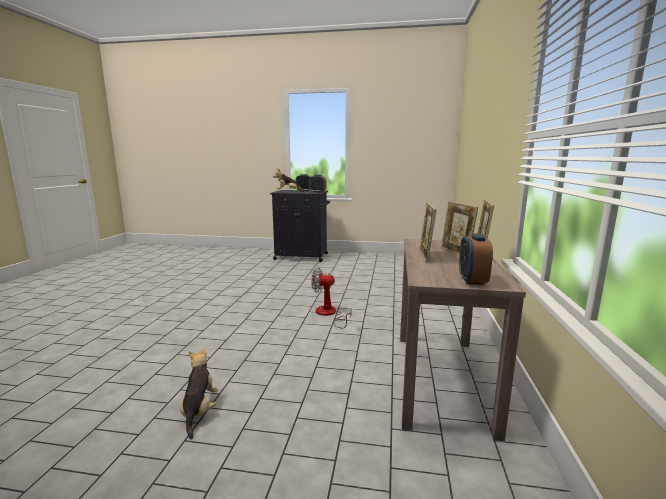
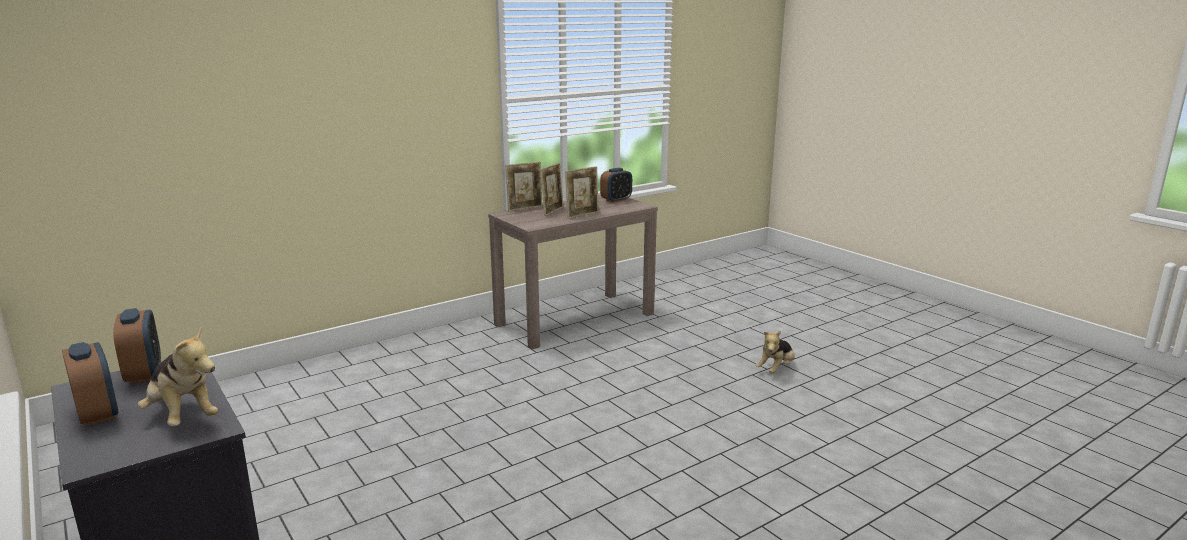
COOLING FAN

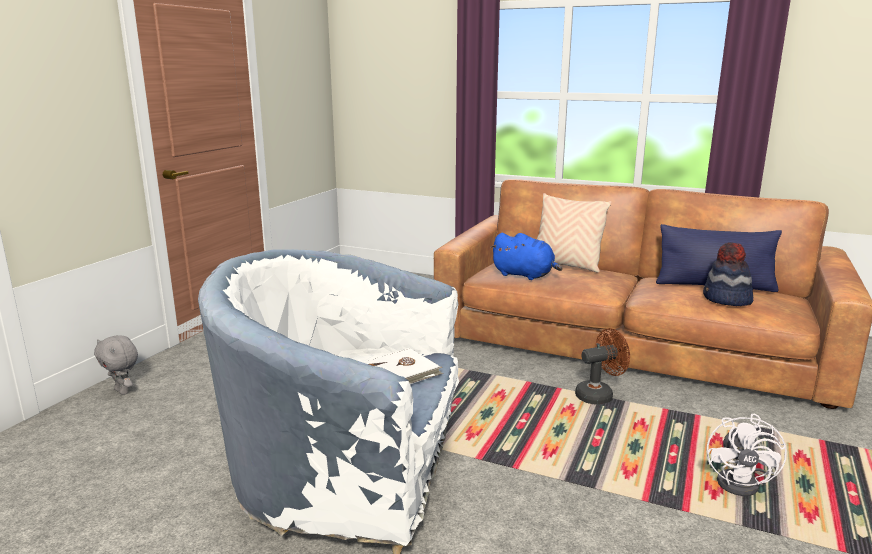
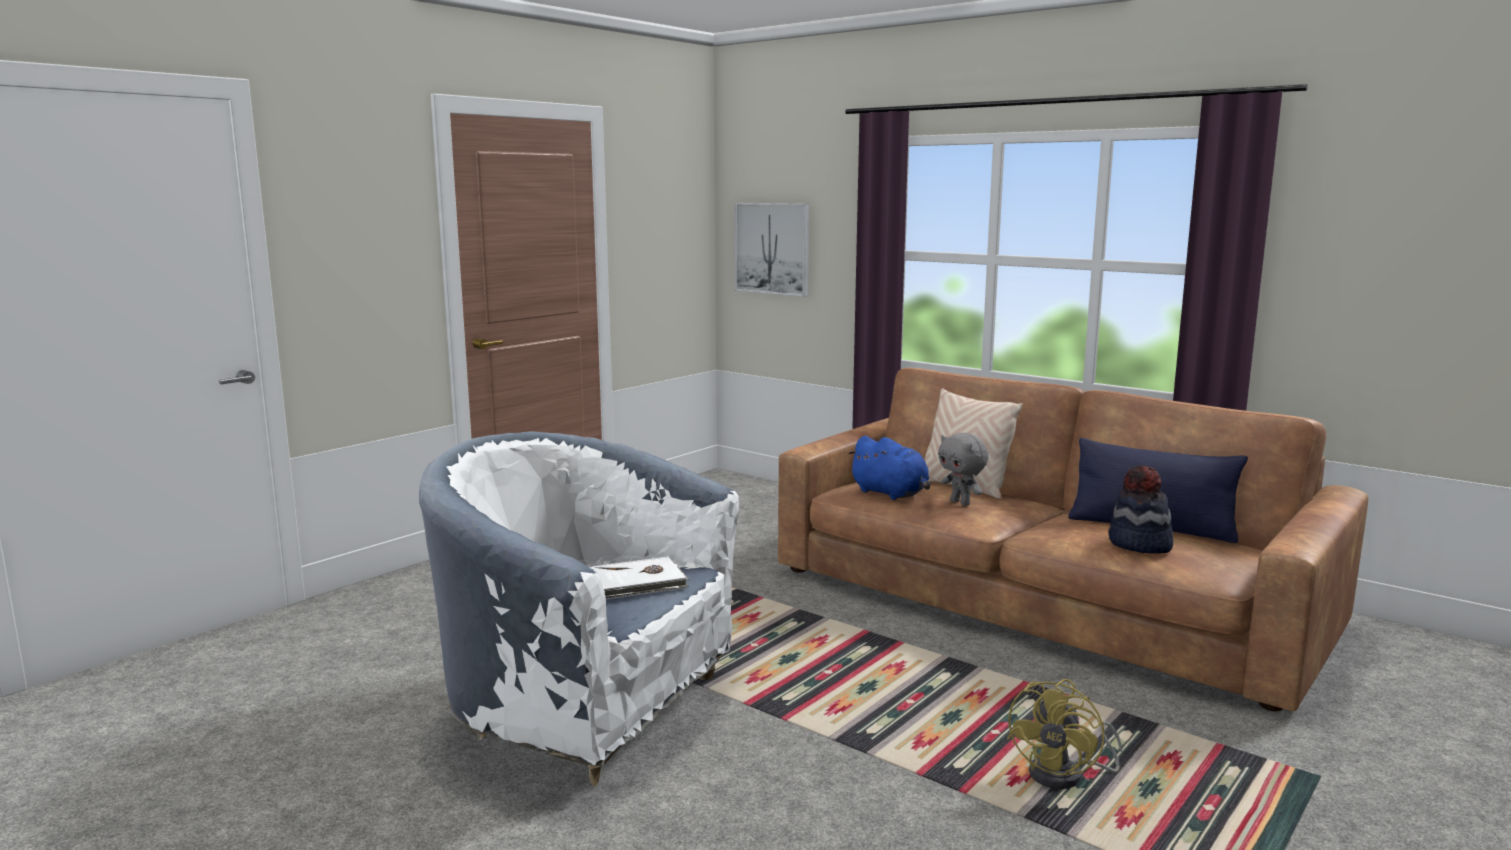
PICTURE
GREY PLUSH TOY
YELLOW COOLING FAN
BROWN COOLING FAN

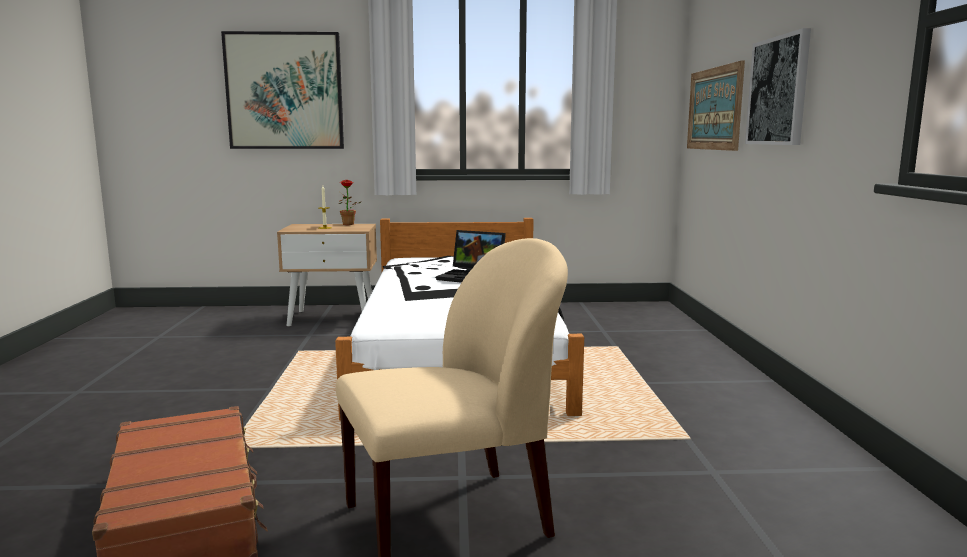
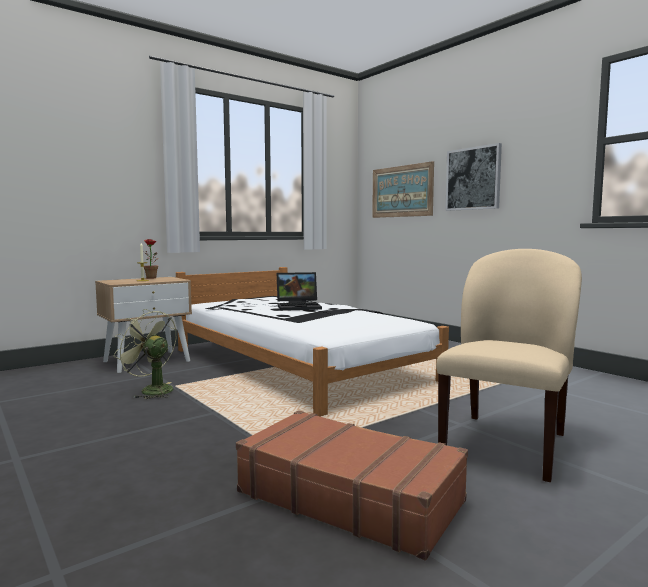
GREEN-COLOURED COOLING FAN
PICTURE (no. 1 from left in the first image)

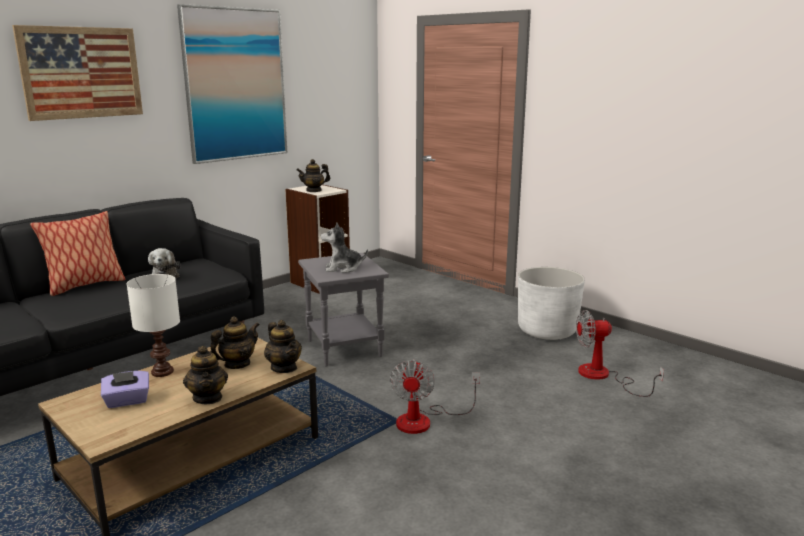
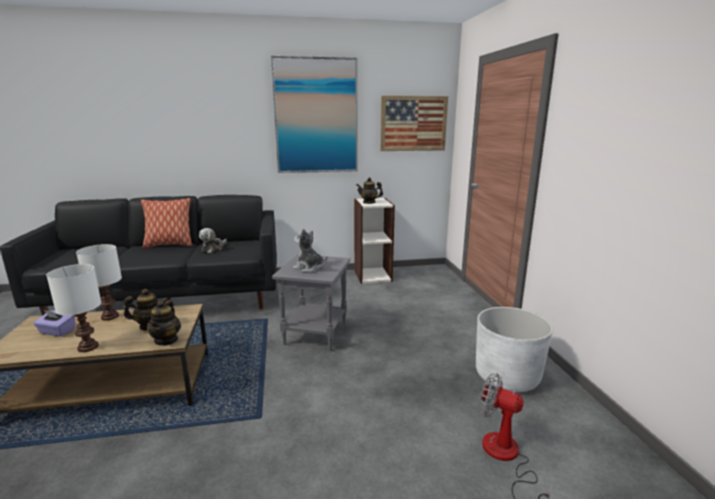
WHITE-COLOURED LAMP FOR A TABLE (no. 1 from left)
PICTURE (no. 2 from left)
COOLING FAN (no. 1 from left in the first image)

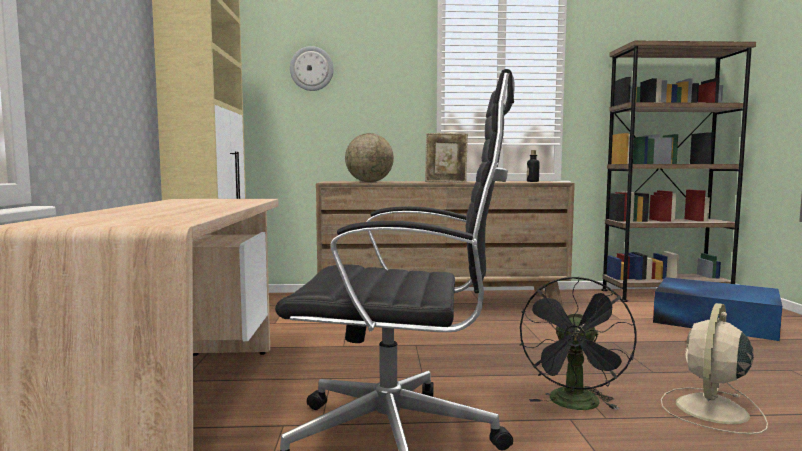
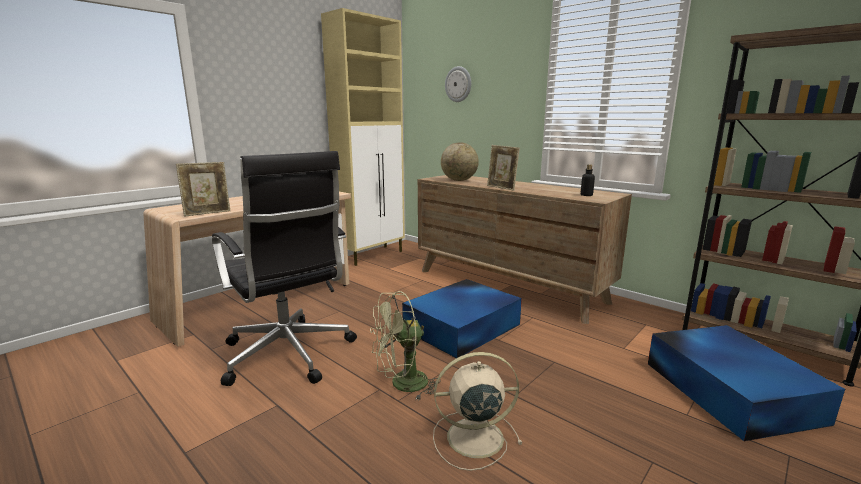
PHOTO FRAME (no. 1 from left)
GREEN-COLOURED COOLING FAN
BLUE-COLOURED STORAGE CONTAINER (no. 1 from left)

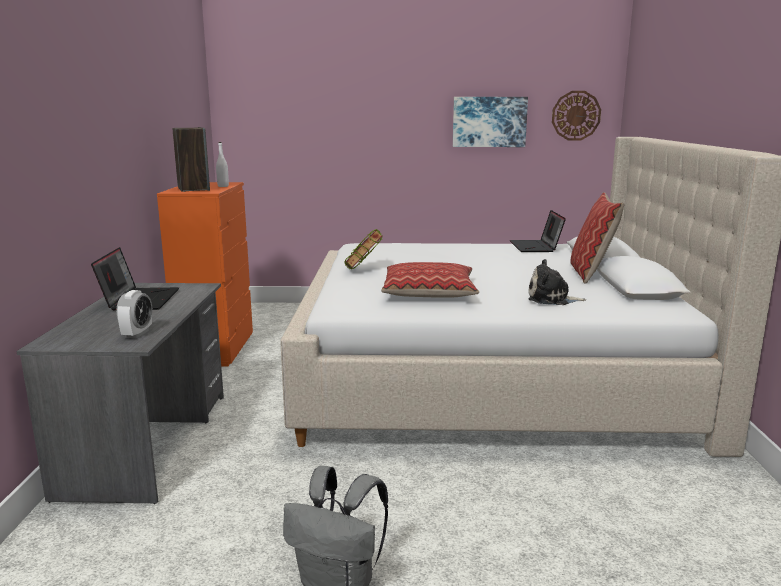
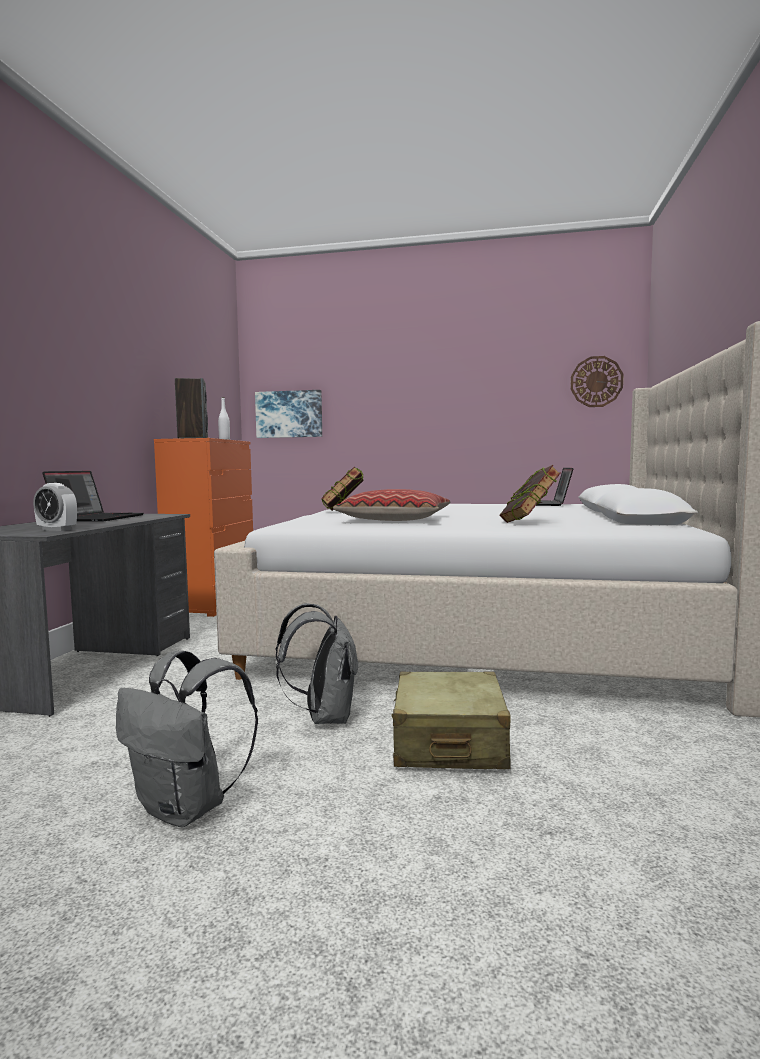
TABLE CLOCK
PICTURE
GREY RUCKSACK (no. 2 from left)
SAND-COLOURED SUITCASE
BOUND BOOK (no. 2 from left)
CUSHION (no. 2 from left in the first image)

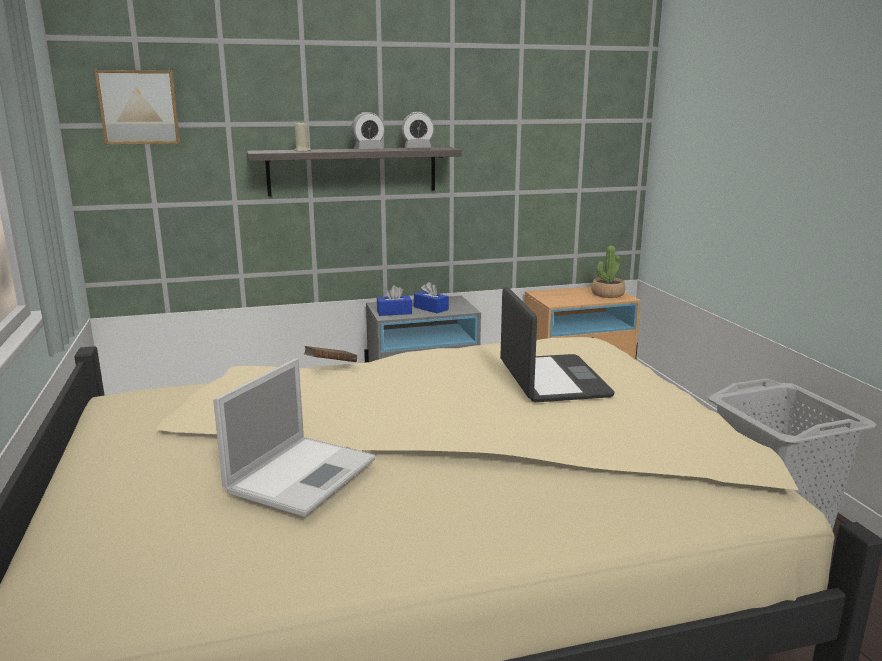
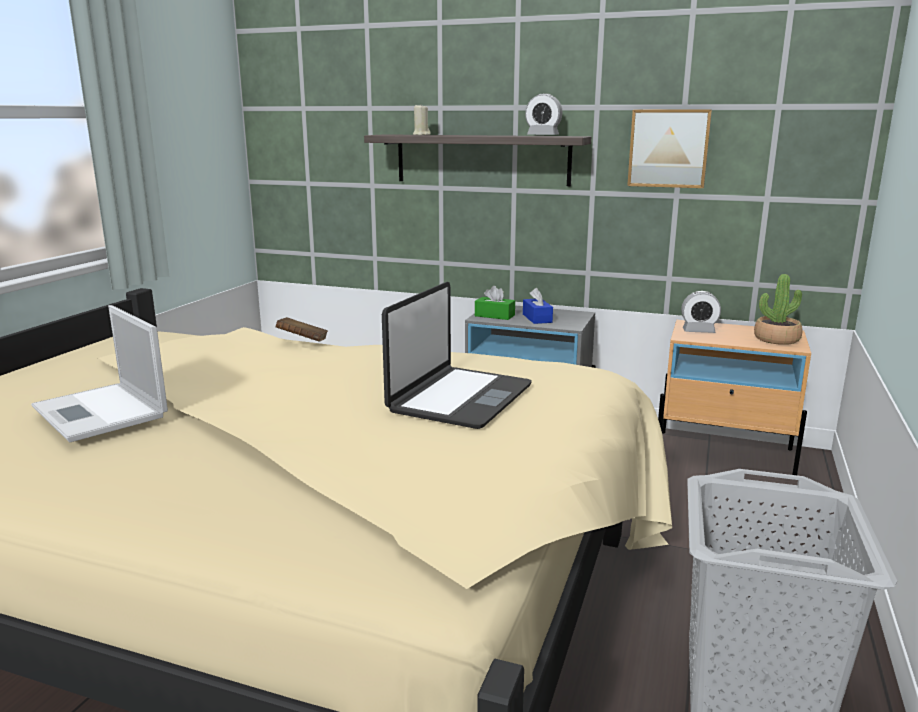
NOTEBOOK COMPUTER (no. 1 from left)
GREEN-COLOURED TISSUE BOX
PICTURE
TABLE CLOCK (no. 2 from left)

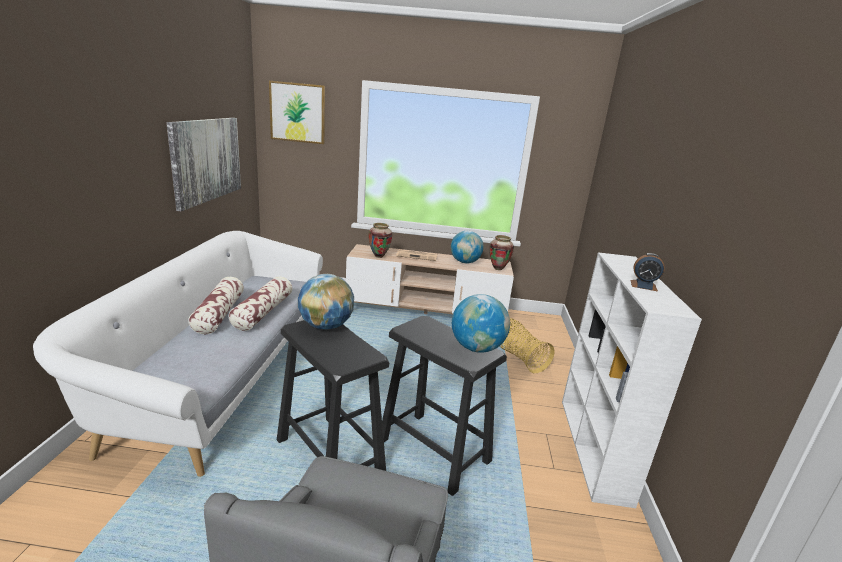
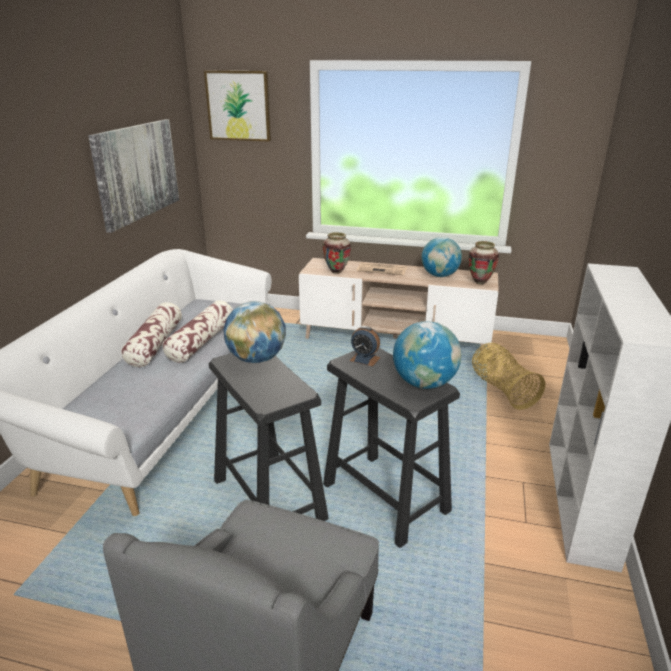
TABLE CLOCK

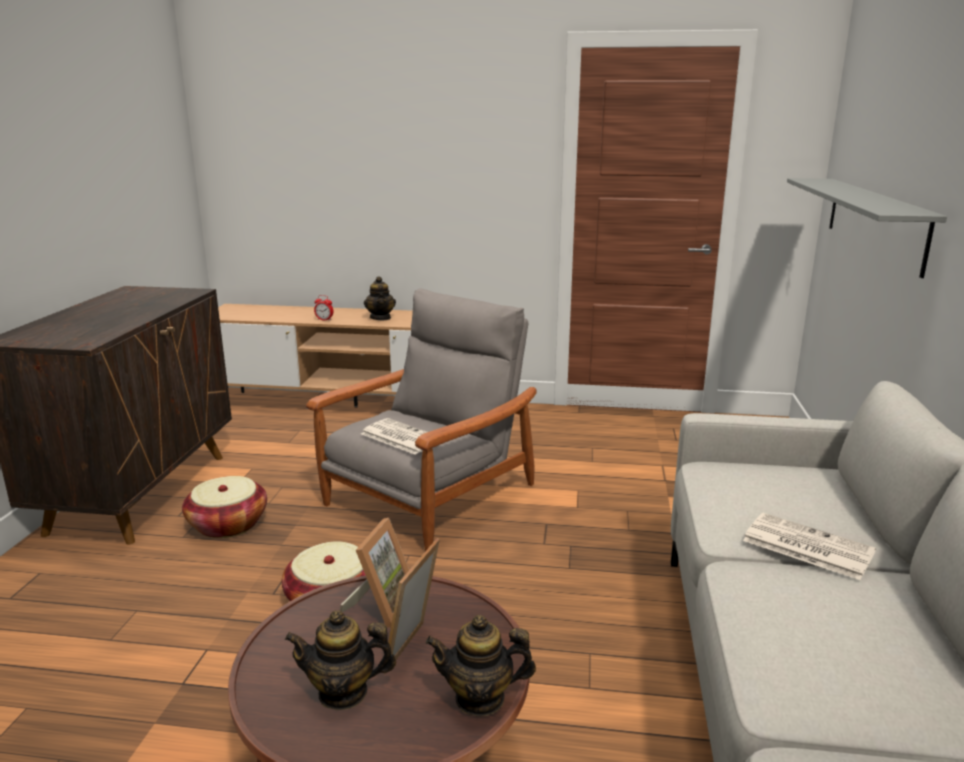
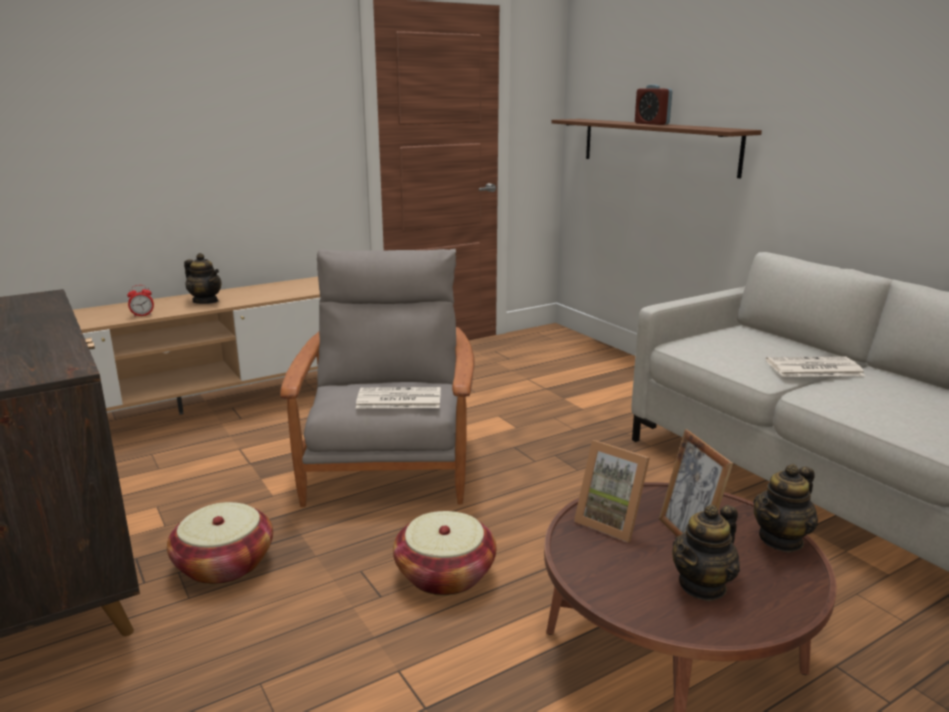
BROWN WALL SHELF
PHOTO FRAME (no. 1 from left)
TABLE CLOCK (no. 2 from left)

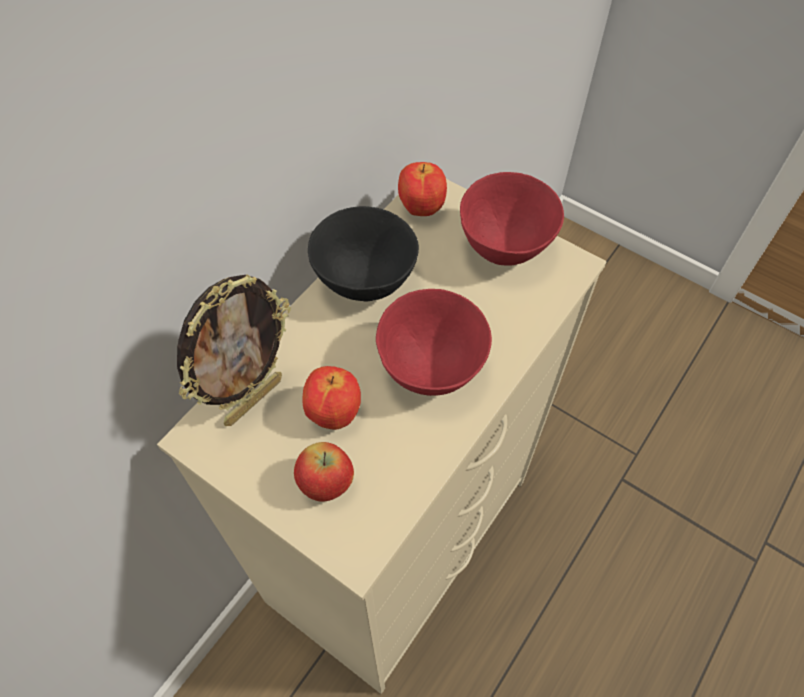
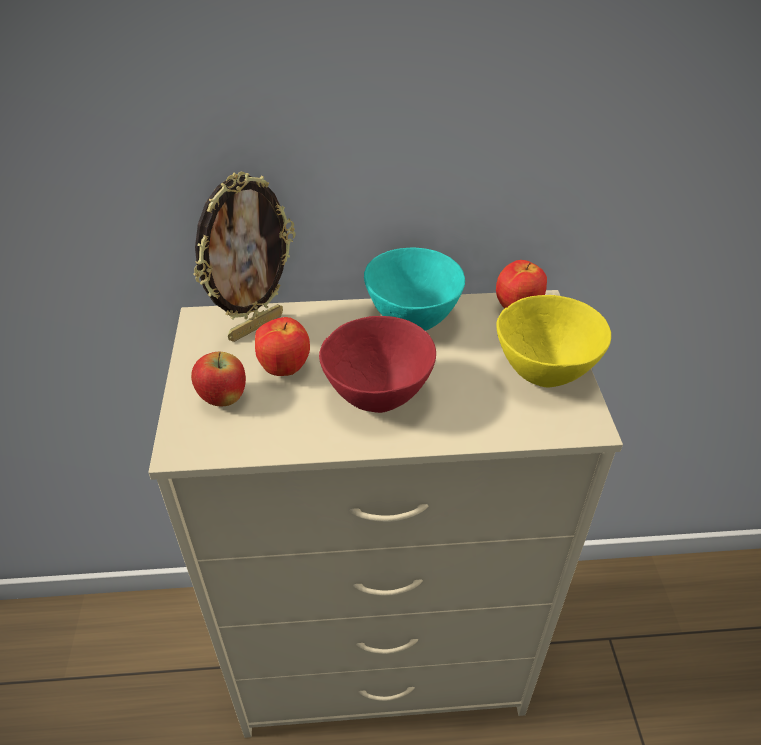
PHOTO FRAME
BLUE-GREEN SERVING BOWL
YELLOW SERVING BOWL

